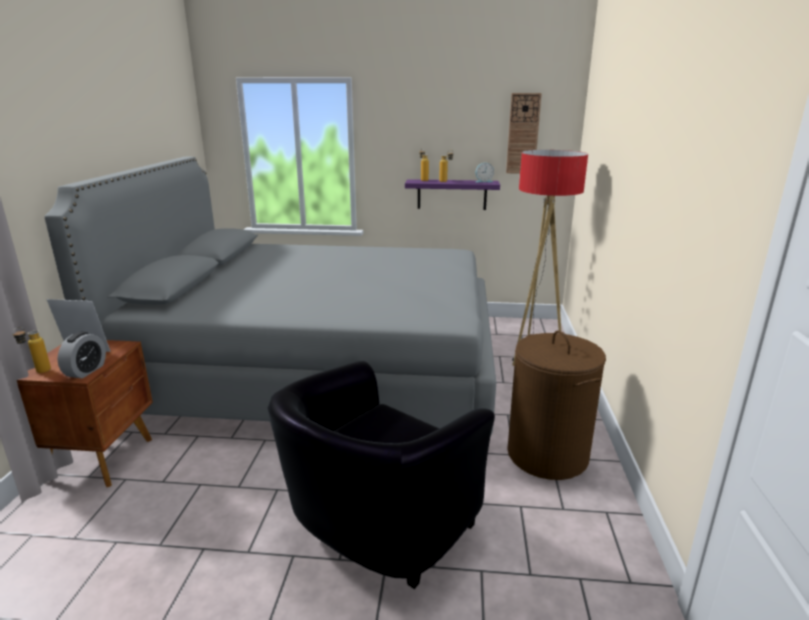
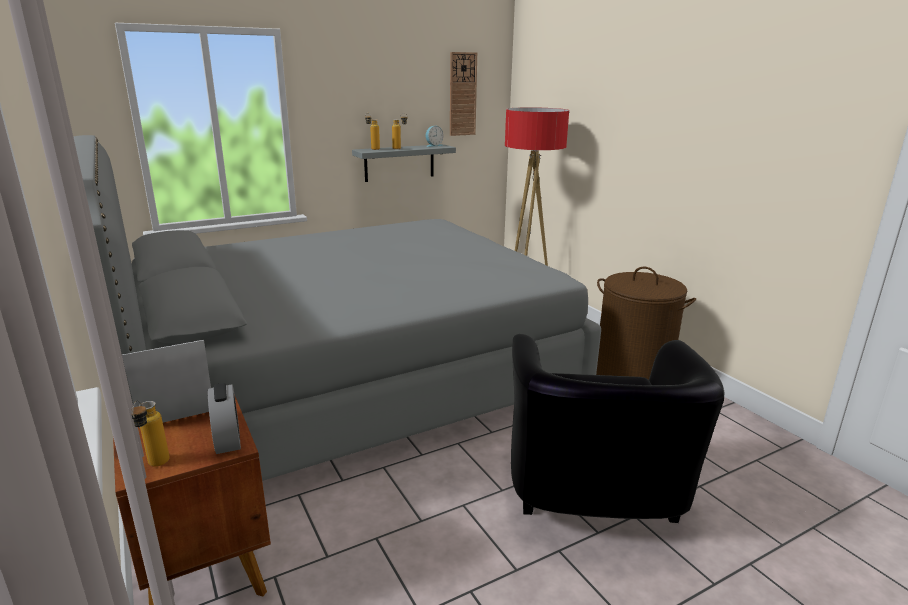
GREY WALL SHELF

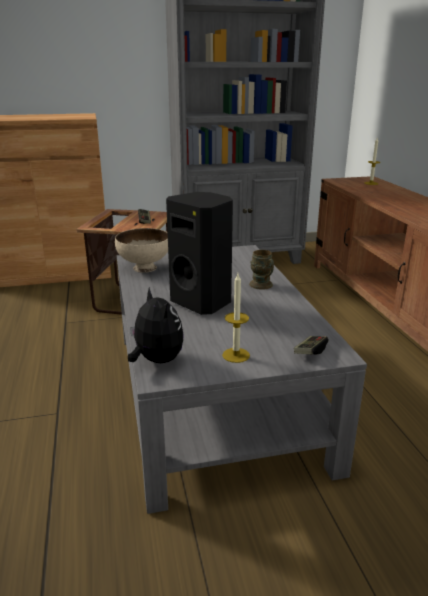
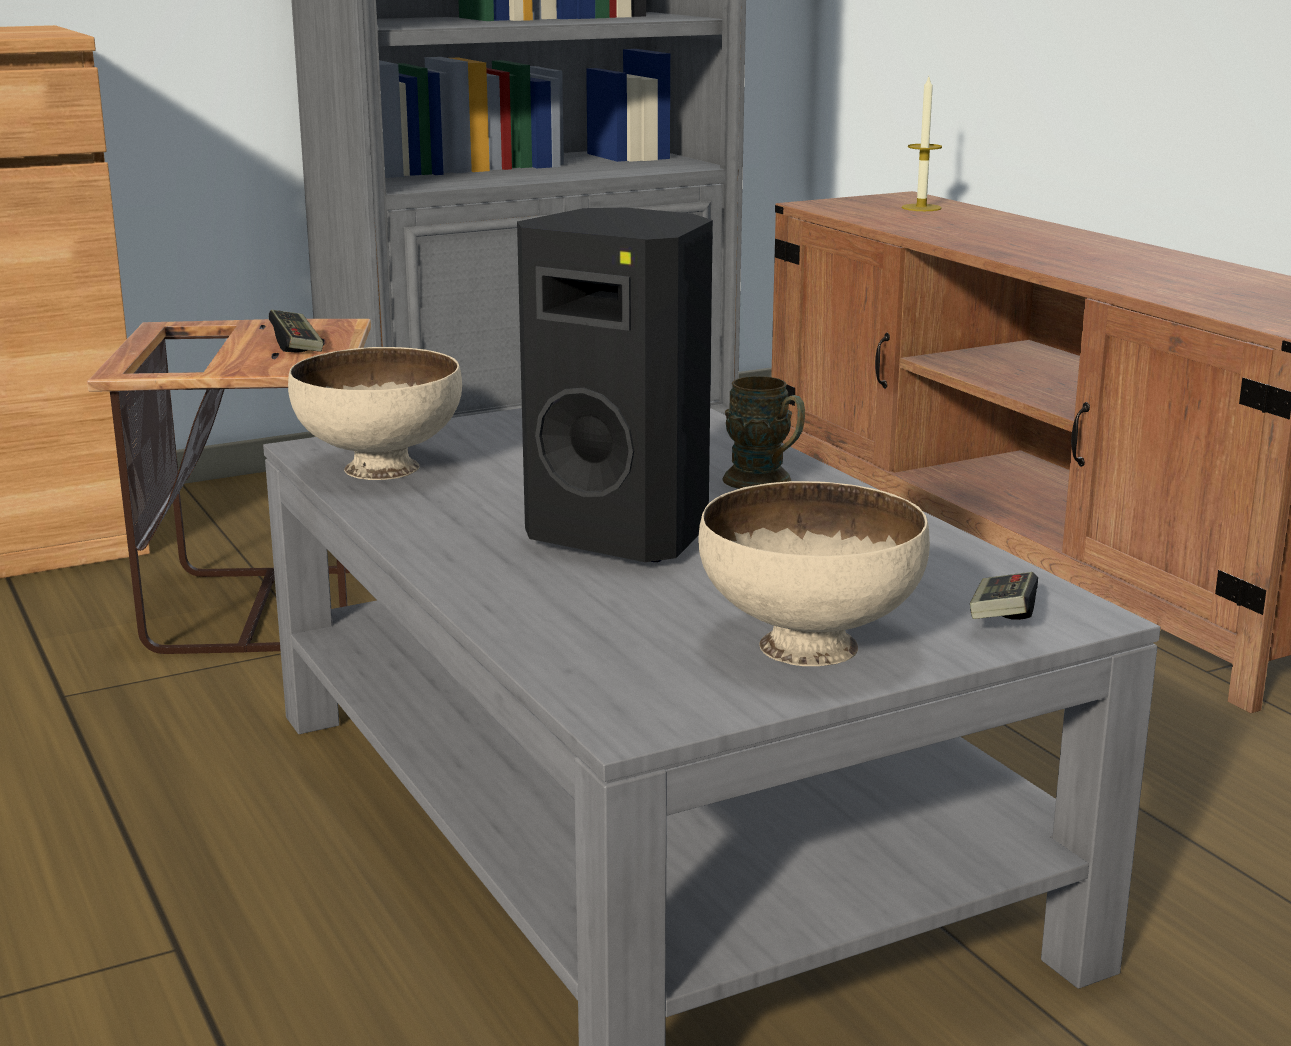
SAND-COLOURED SERVING BOWL (no. 2 from left)
PLUSH TOY

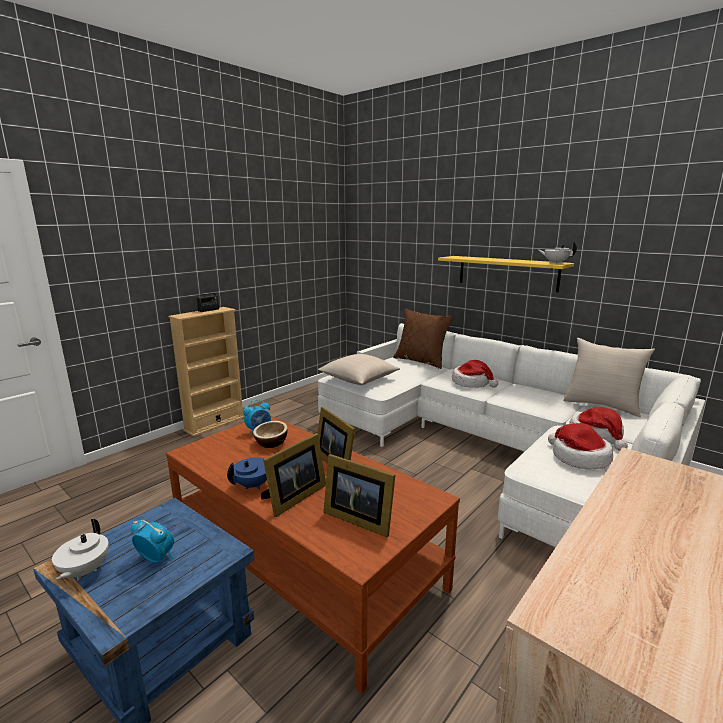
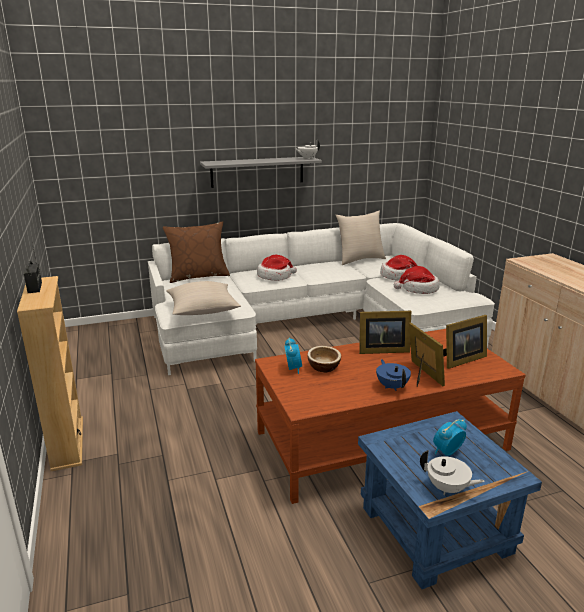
GREY WALL SHELF

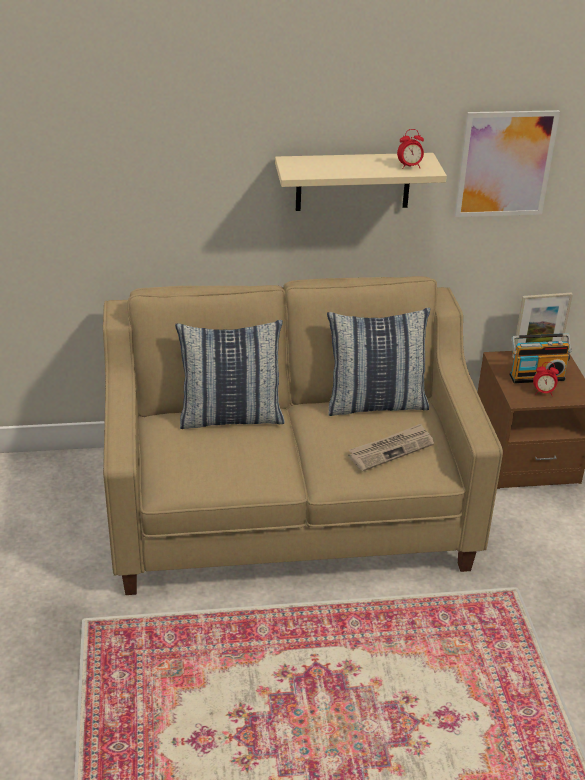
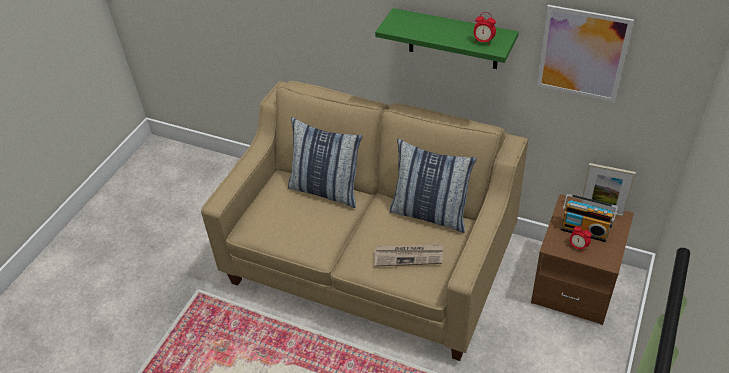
GREEN-COLOURED WALL SHELF

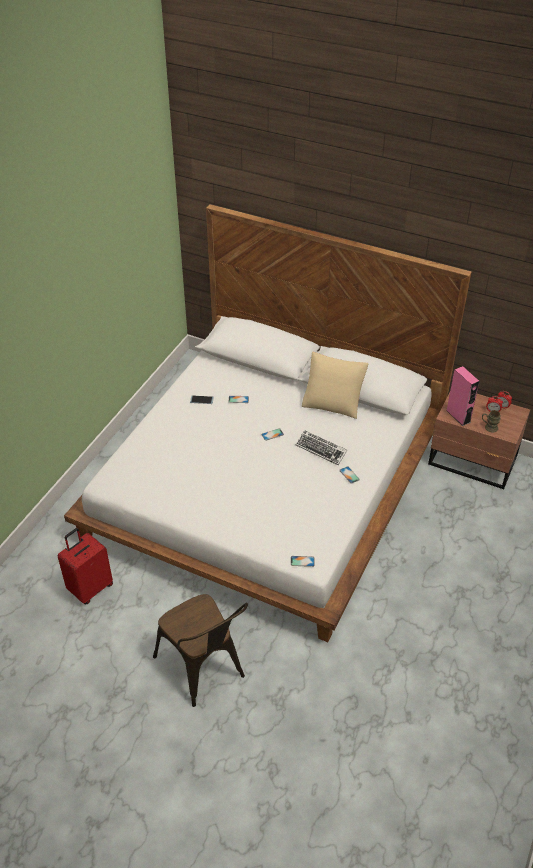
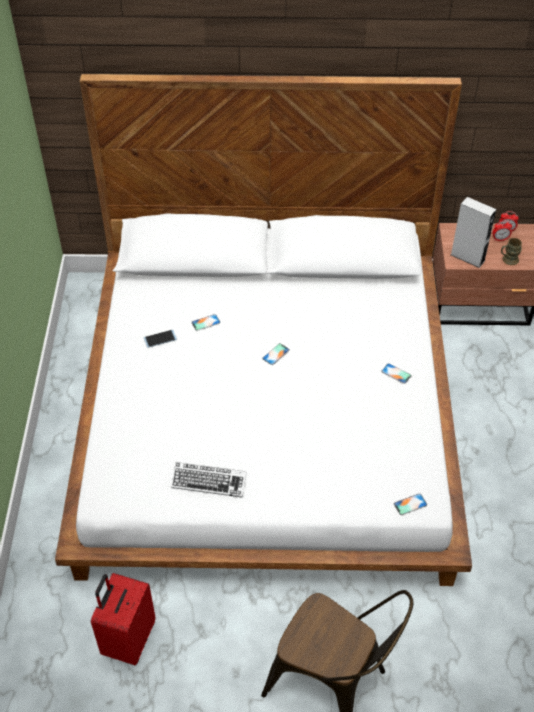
KEYBOARD
GREY LOUDSPEAKER
SAND-COLOURED CUSHION

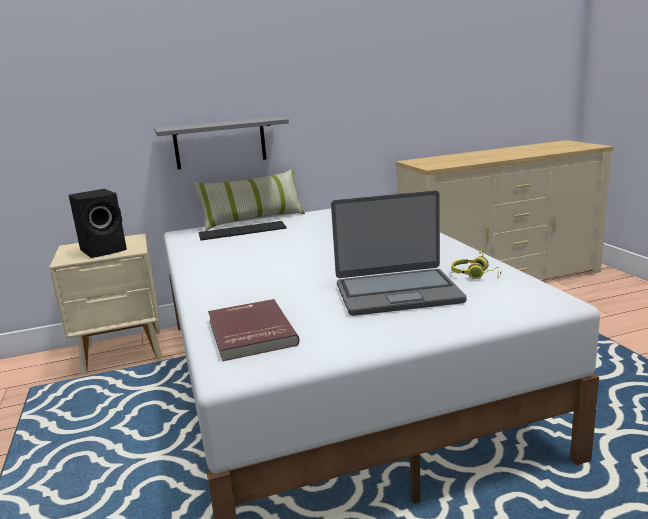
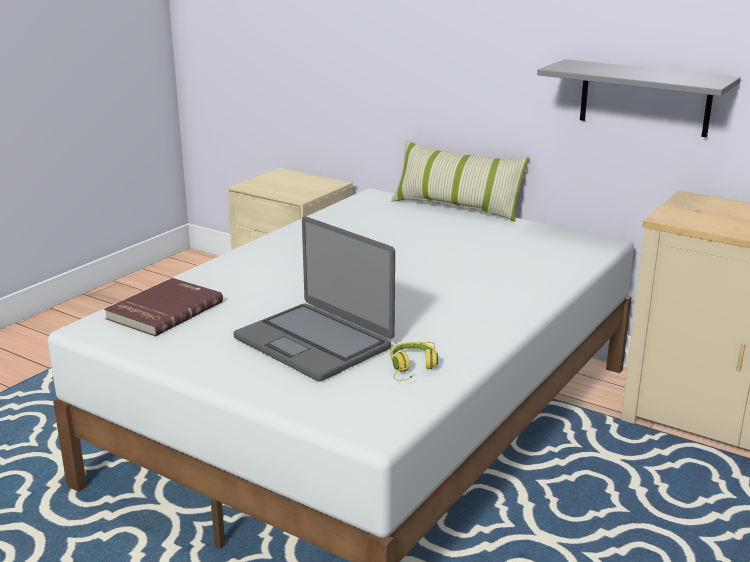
GREY WALL SHELF
BLACKISH LOUDSPEAKER
KEYBOARD

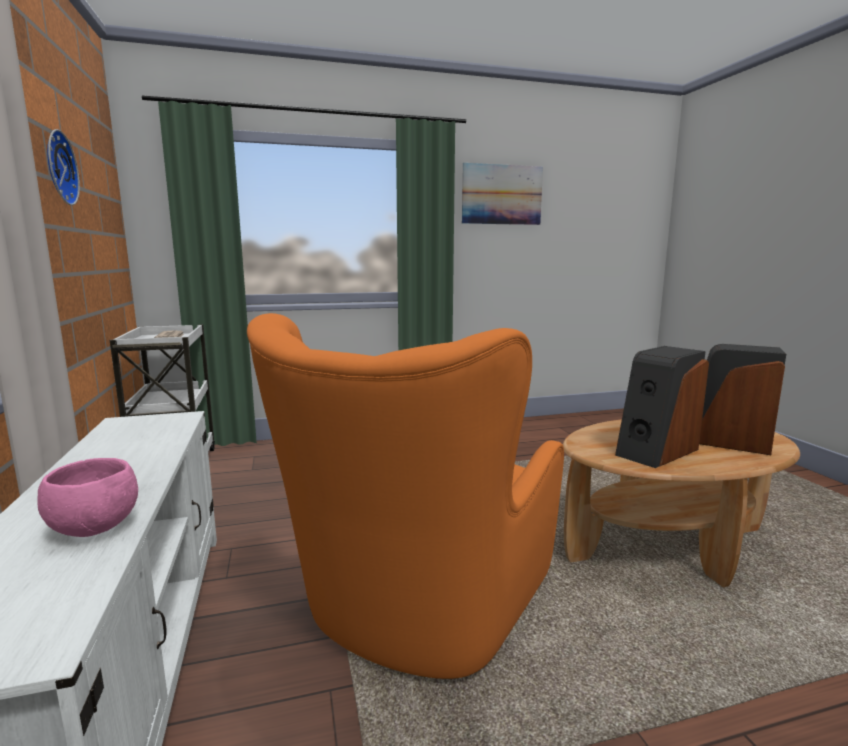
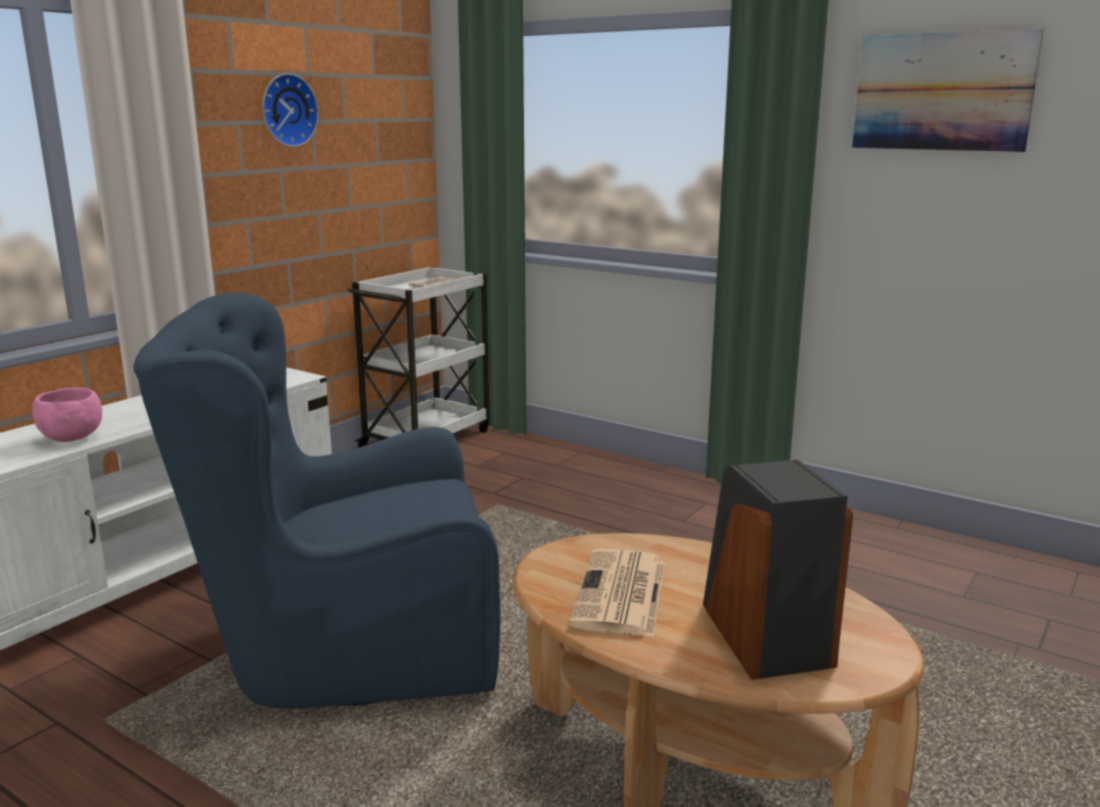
BLUE-COLOURED ARMCHAIR
DAILY PAPER (no. 2 from left)

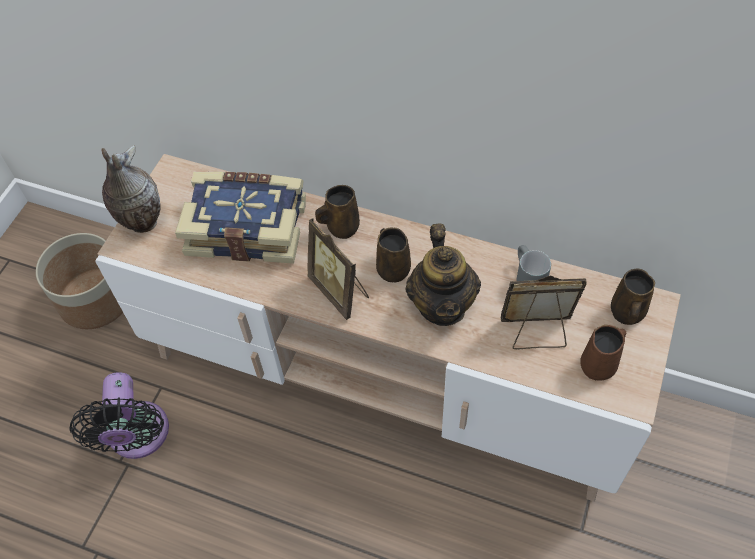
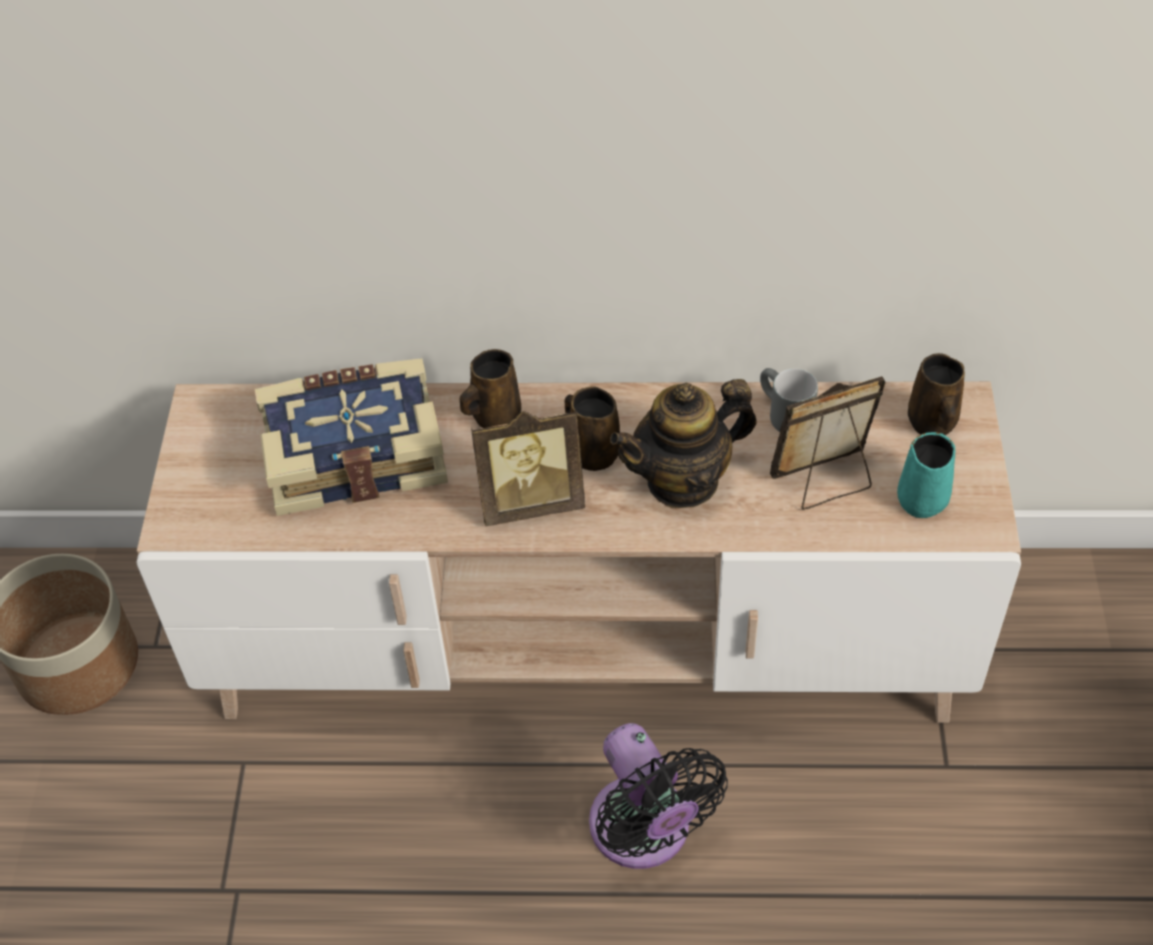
PHOTO FRAME (no. 1 from left)
BLACKISH COOLING FAN
POT FOR TEA
BLUE-GREEN COFFEE MUG
DECORATIVE VASE

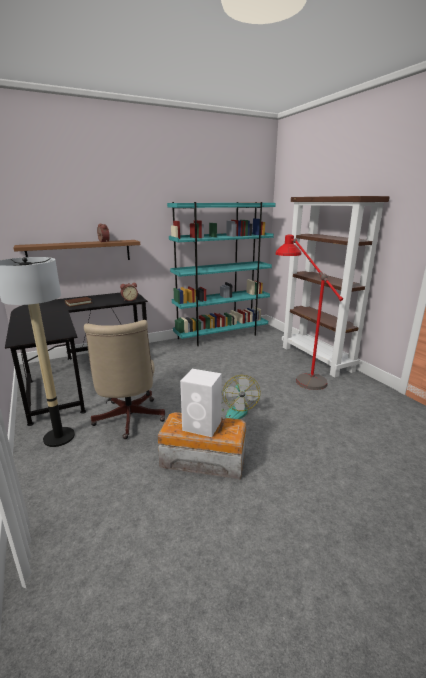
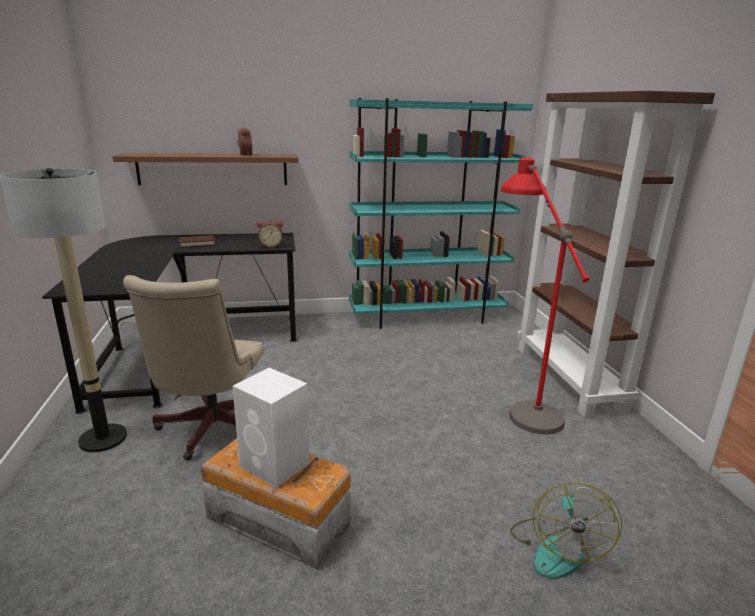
COOLING FAN

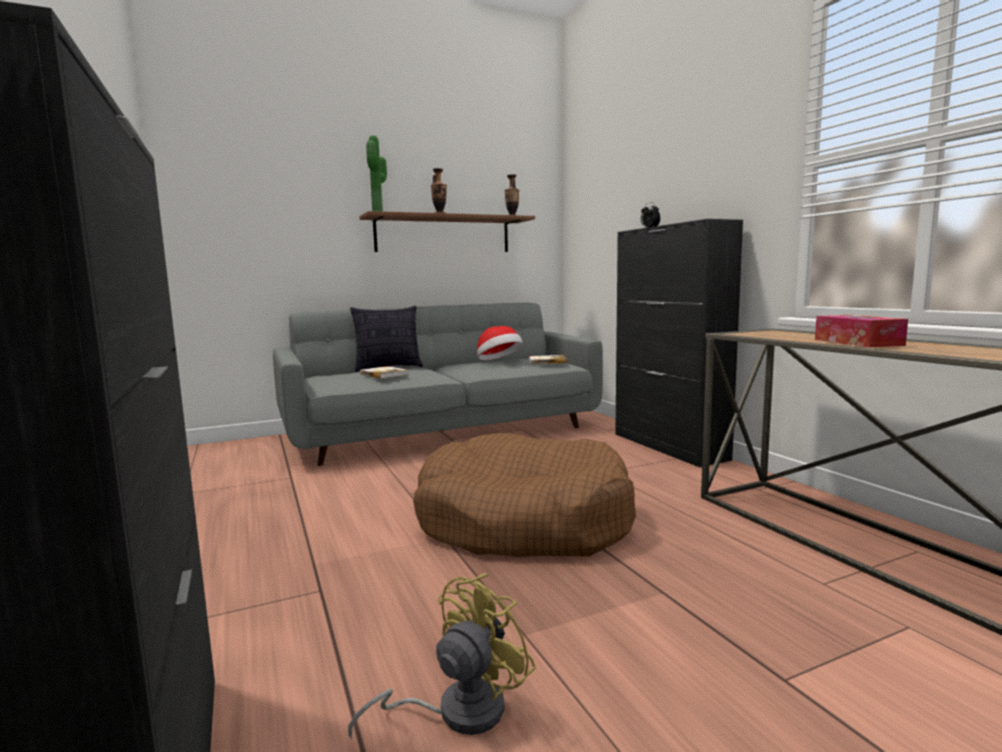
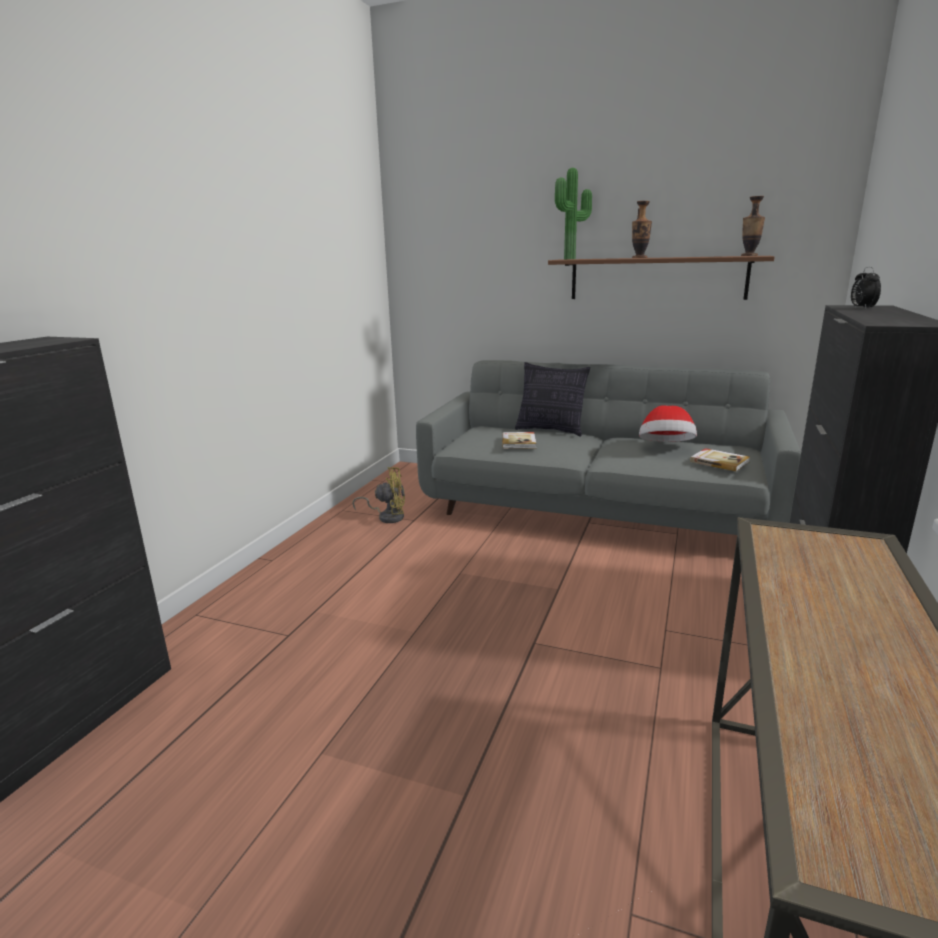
YELLOW COOLING FAN
BROWN PET BED
TISSUE BOX

